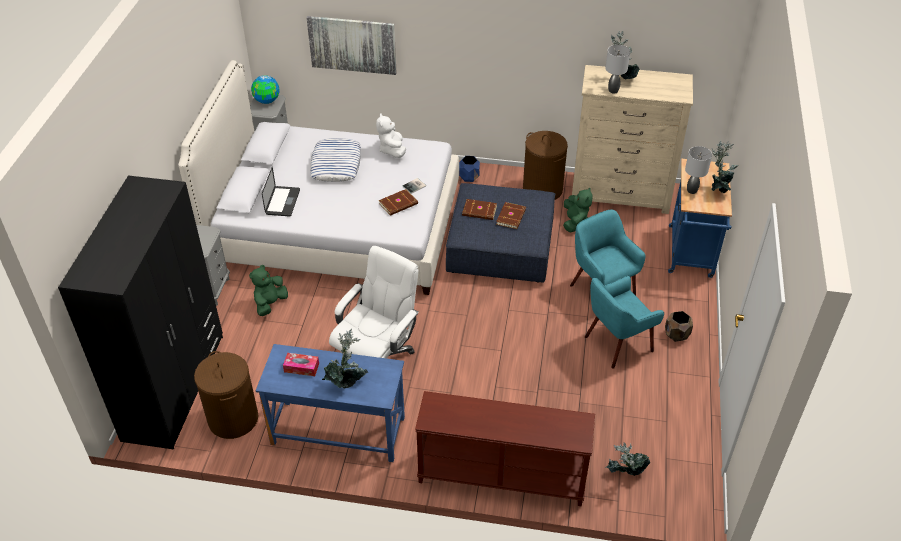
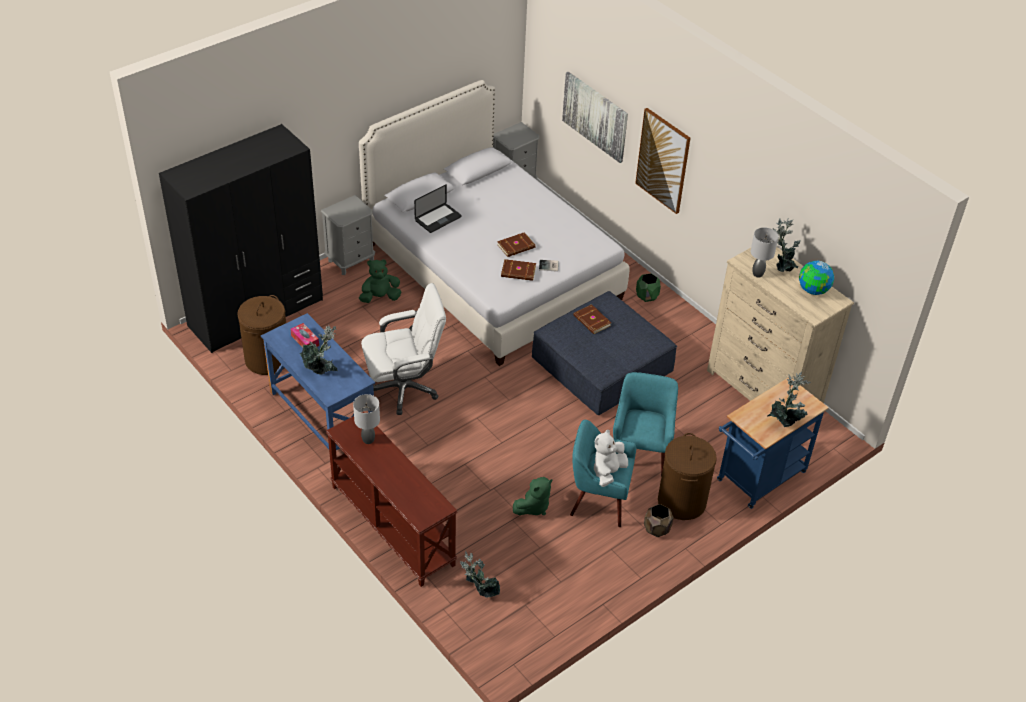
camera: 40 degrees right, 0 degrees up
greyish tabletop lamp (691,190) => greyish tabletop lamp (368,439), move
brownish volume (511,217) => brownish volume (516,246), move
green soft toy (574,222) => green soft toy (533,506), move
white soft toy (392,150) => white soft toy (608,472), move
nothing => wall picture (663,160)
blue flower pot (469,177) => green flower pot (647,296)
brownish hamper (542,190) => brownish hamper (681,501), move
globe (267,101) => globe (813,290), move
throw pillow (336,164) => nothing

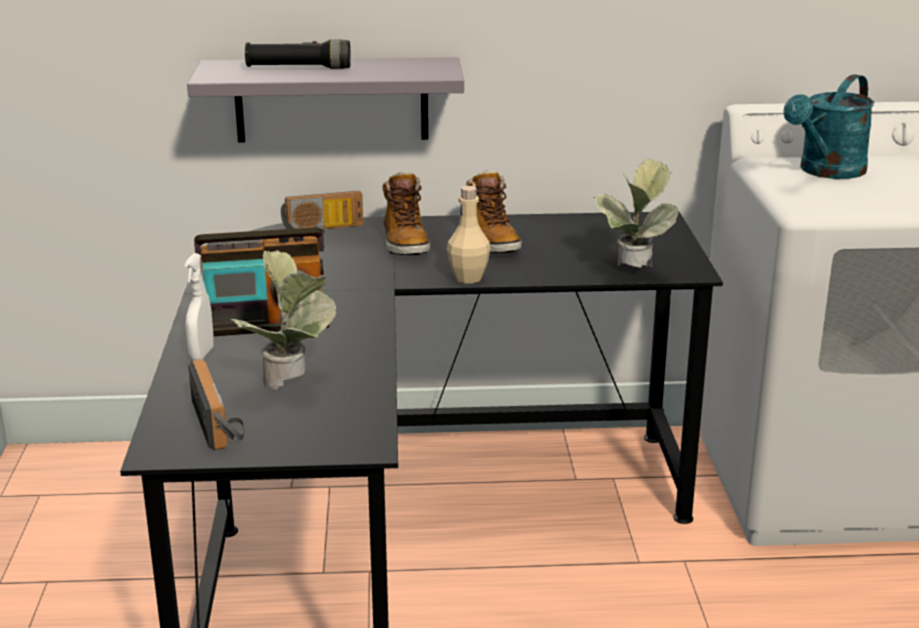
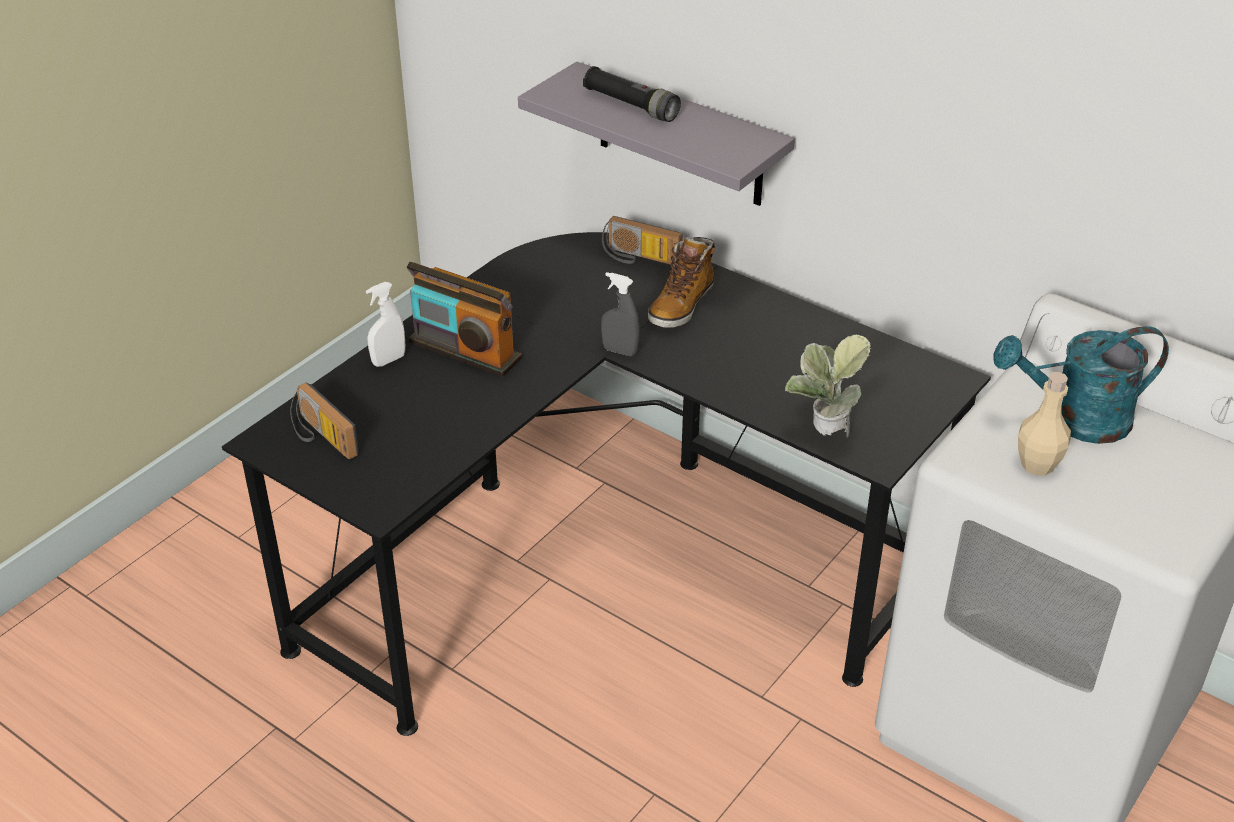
camera: 40 degrees right, 15 degrees up
radio set (221,424) => radio set (320,437), 120 degrees clockwise
nothing => greyish hand sprayer (620,351)
sand-coloured drink bottle (468,278) => sand-coloured drink bottle (1037,465), move
houseplant (292,386) => nothing
high-top boot (490,242) => nothing

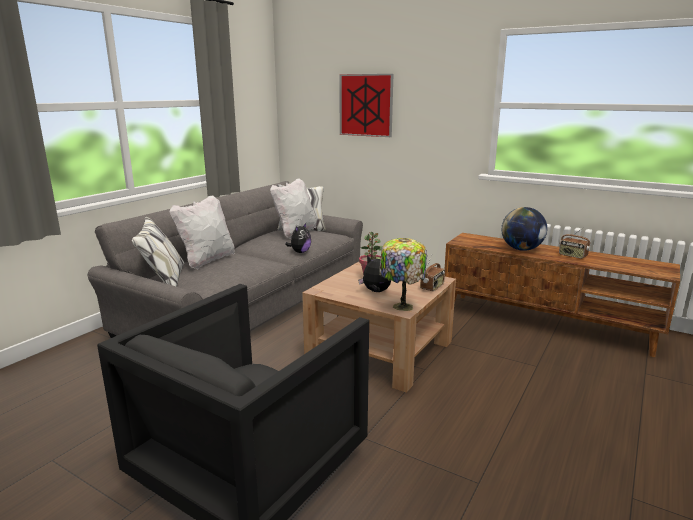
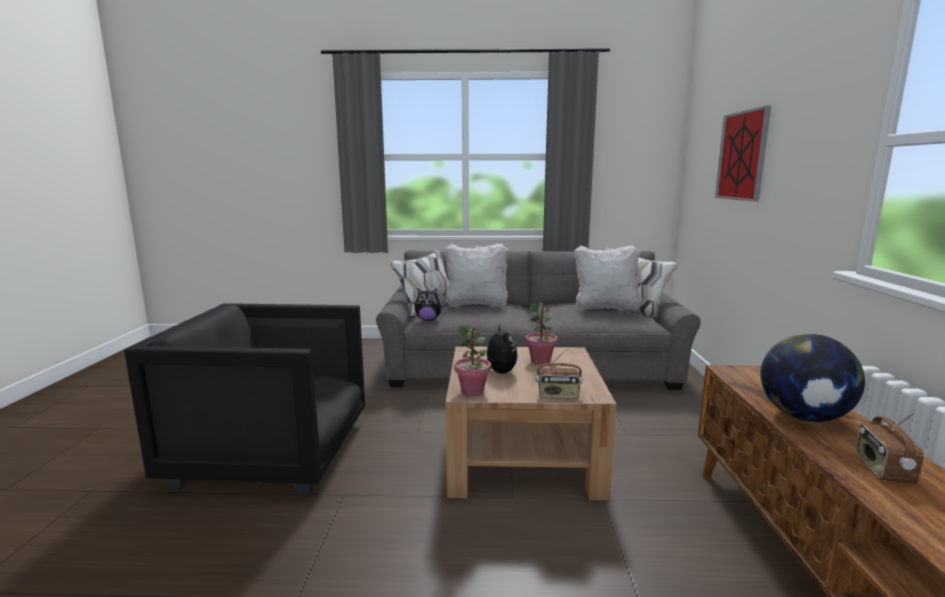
camera: 60 degrees right, 5 degrees down
soft toy (300,252) => soft toy (428,320), move
tabletop lamp (401,307) => houseplant (473,391)

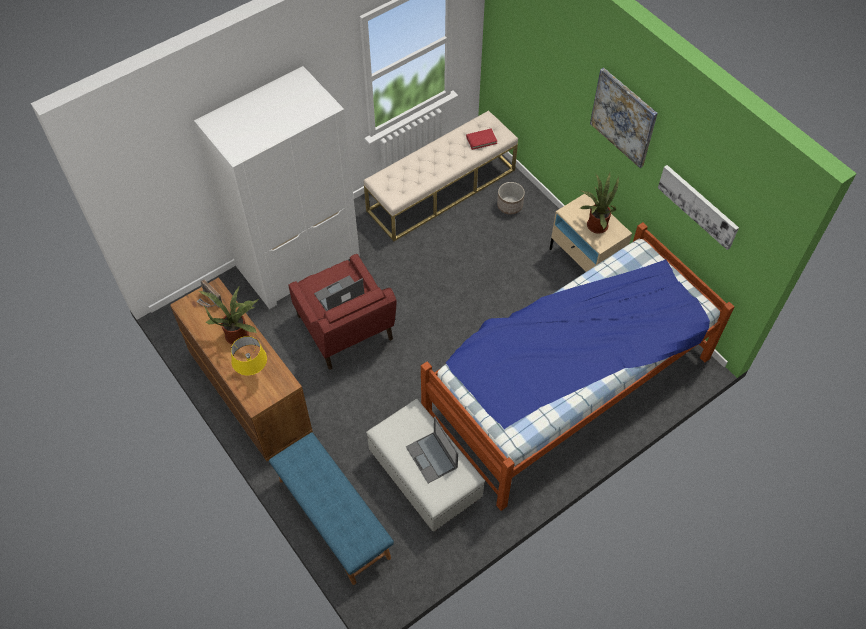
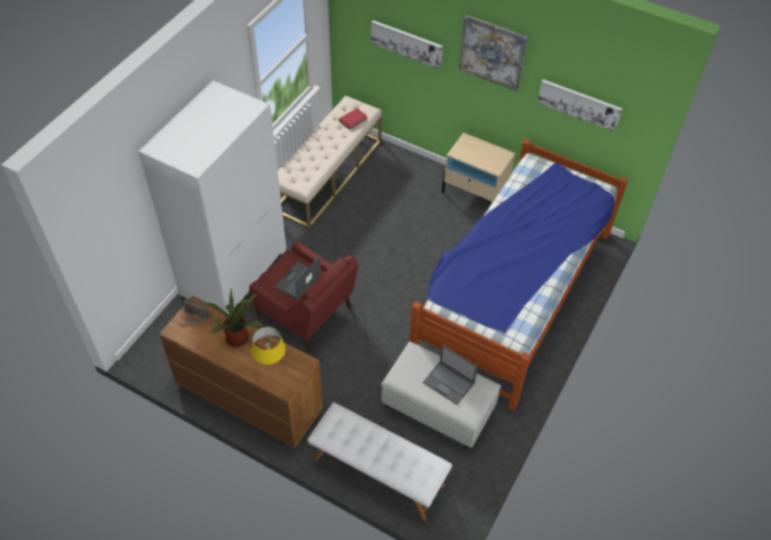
camera: 25 degrees left, 5 degrees down
blue bench (333,518) => white bench (378,473)
nothing => wall picture (407,43)
flower pot (510,205) => nothing
houseplant (595,225) => nothing

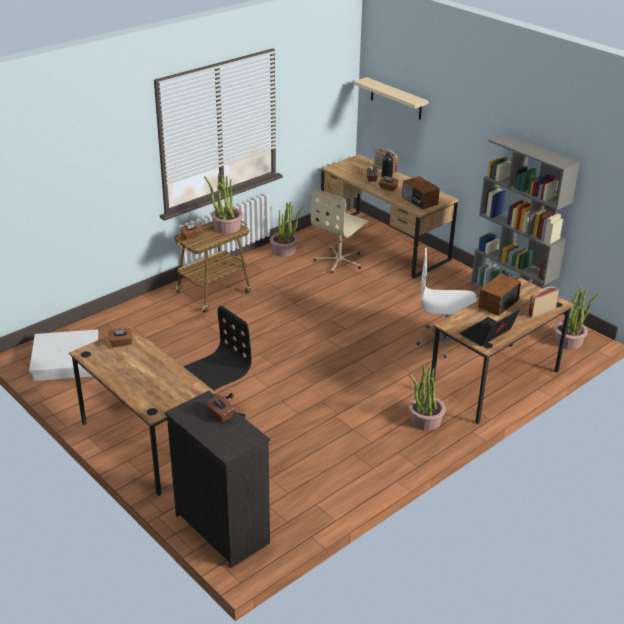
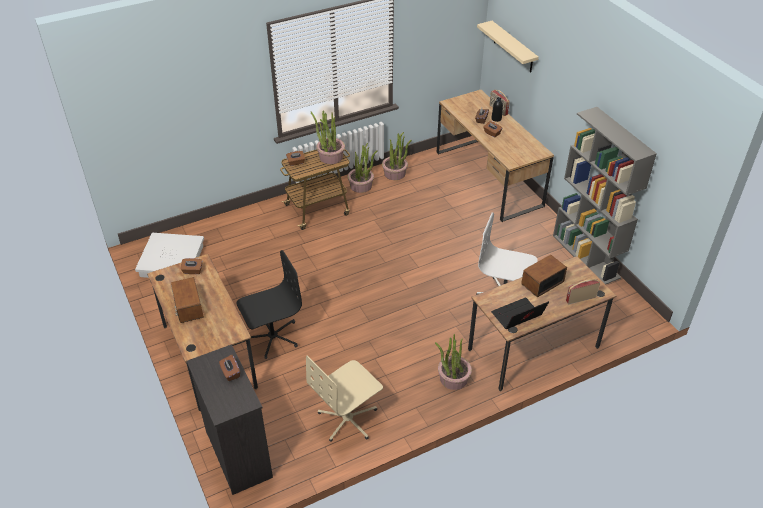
camera: 15 degrees right, 10 degrees up
radio set (419,201) => radio set (188,307), move
sand-coloured computer chair (339,261) => sand-coloured computer chair (348,419), move
houseplant (568,341) => houseplant (361,185), move

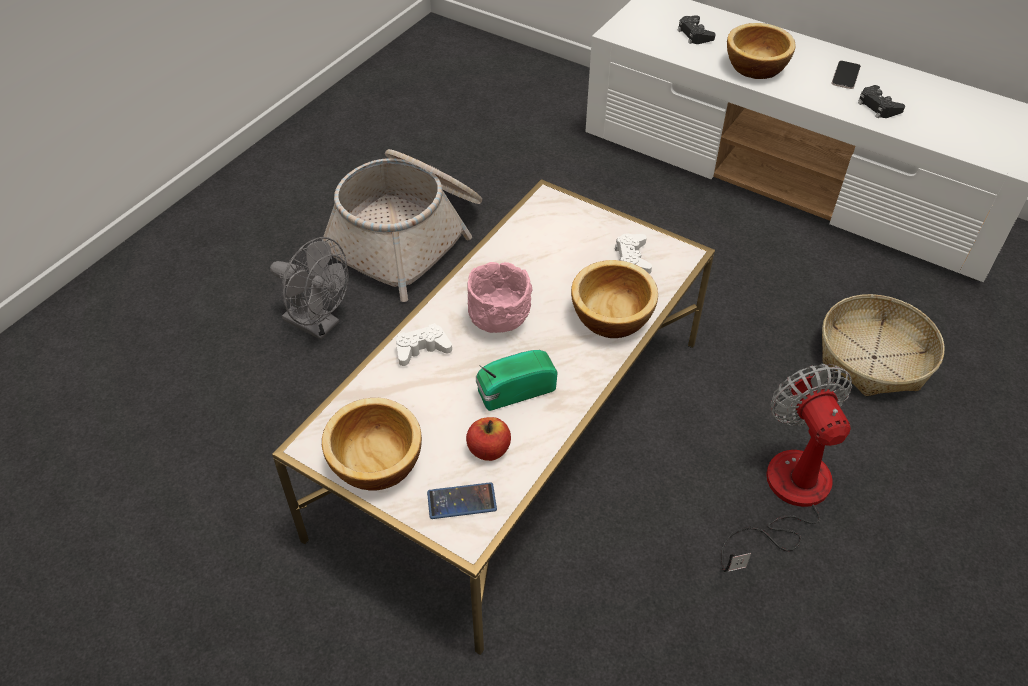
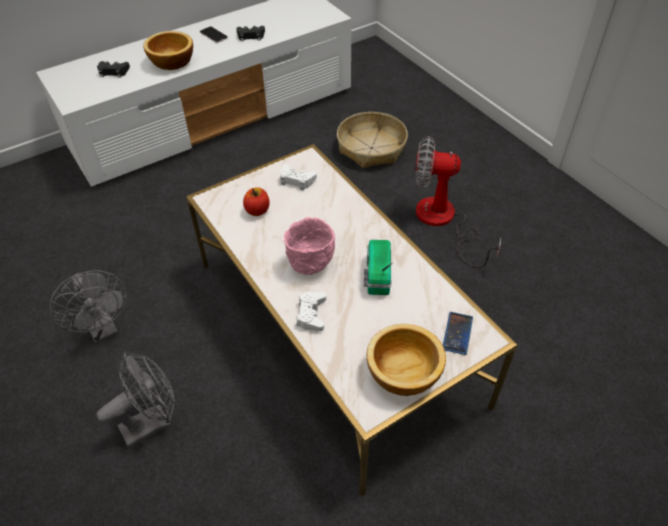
camera: 65 degrees left, 0 degrees up
household basket (408,237) => greyish cooling fan (104,329)
apple fruit (489,450) => apple fruit (257,210), move
deep dish (611,315) => nothing

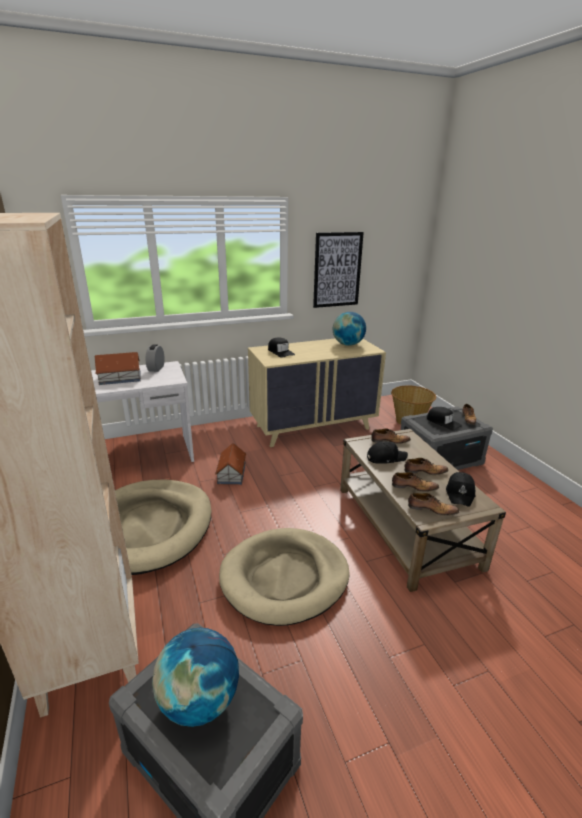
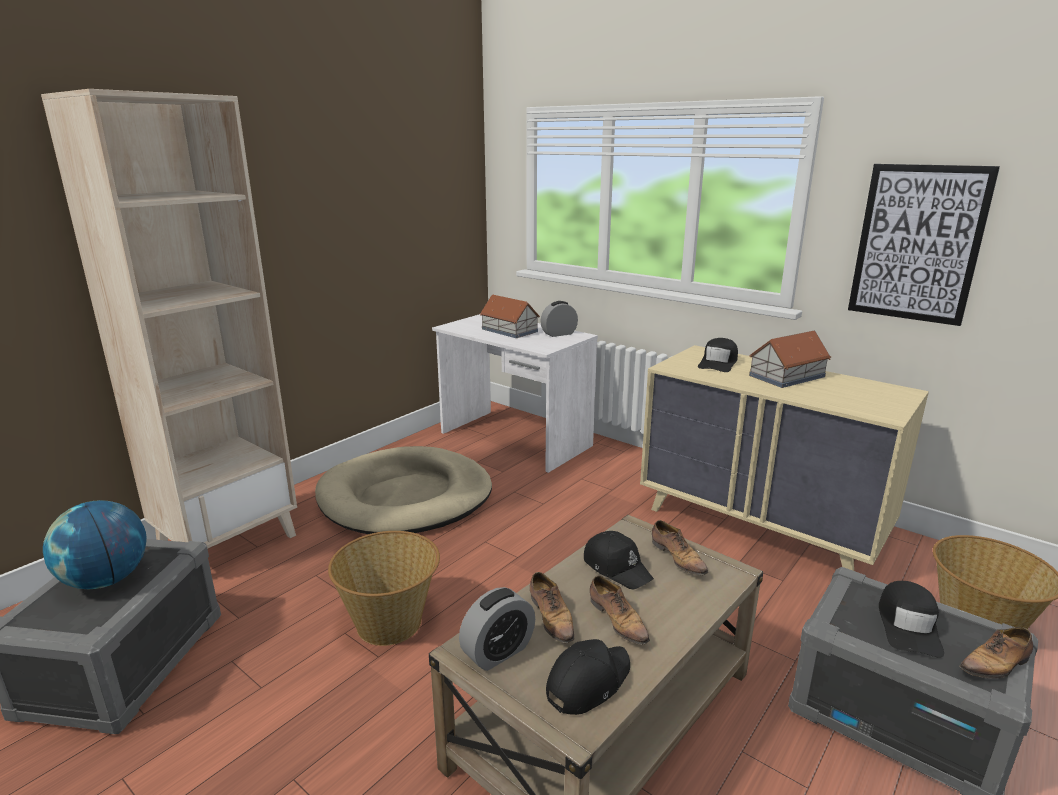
camera: 60 degrees right, 5 degrees down
sand-coloured pet bed (285,577) => household basket (390,623)
shoe (431,509) => table clock (498,652)
black peaked cap (460,493) => black peaked cap (587,682), 150 degrees clockwise
miniature house (231,473) => miniature house (786,376), move
globe (348,344) => nothing

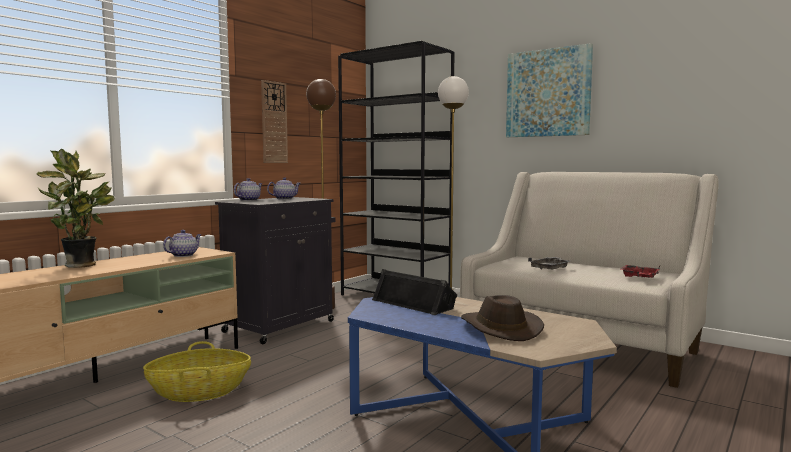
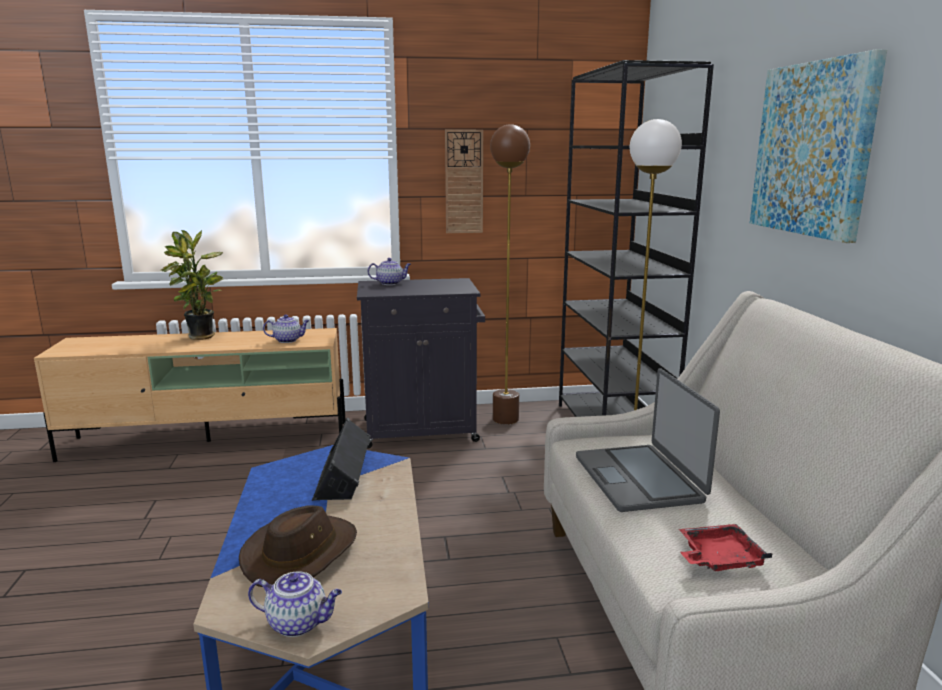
camera: 45 degrees right, 10 degrees up
tea pot (284,199) => tea pot (299,623), move
greyish serving tray (550,268) => portable computer (639,479)
household basket (199,392) => nothing

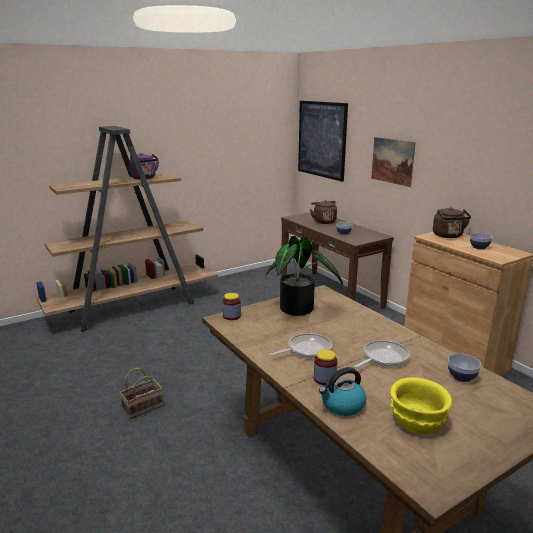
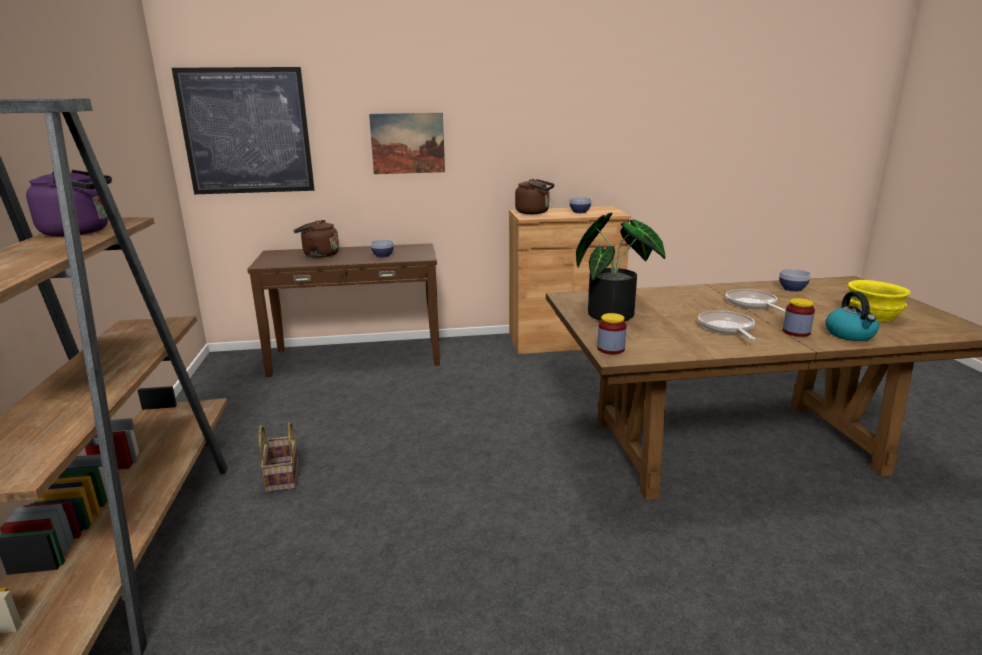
camera: 65 degrees left, 0 degrees up
household basket (143,407) => household basket (282,476), move

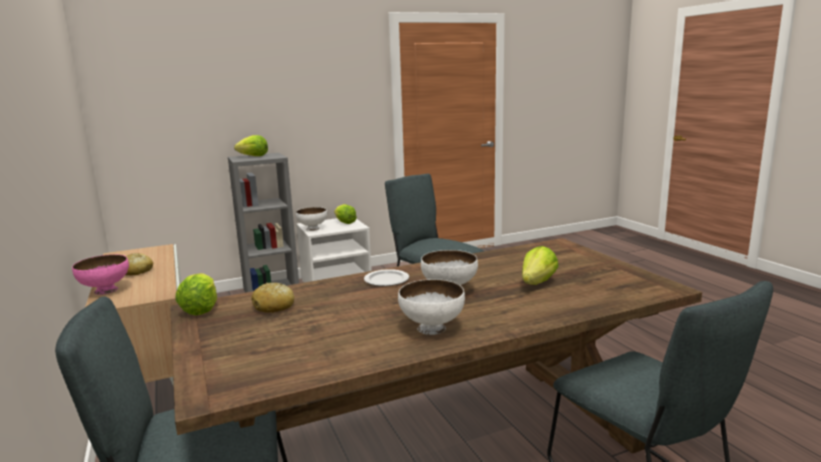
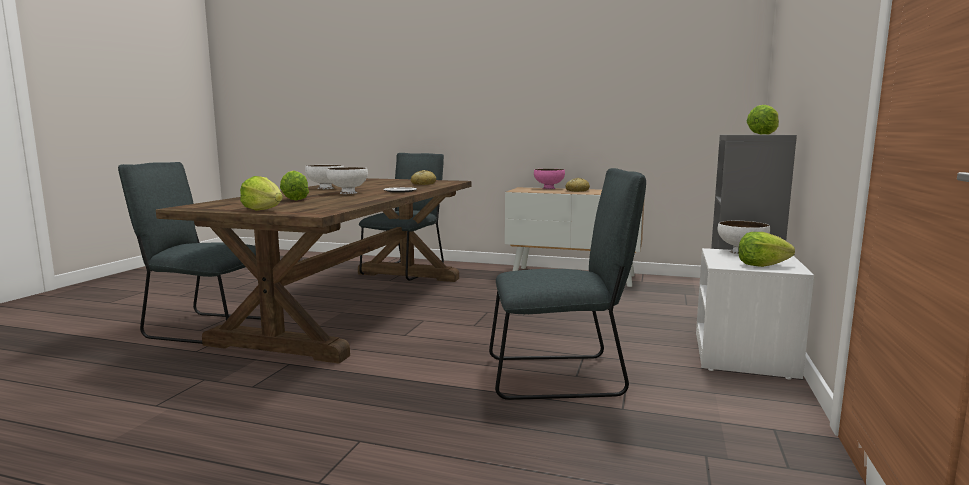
camera: 130 degrees right, 5 degrees down
head of lettuce (201,309) => head of lettuce (263,210), move

